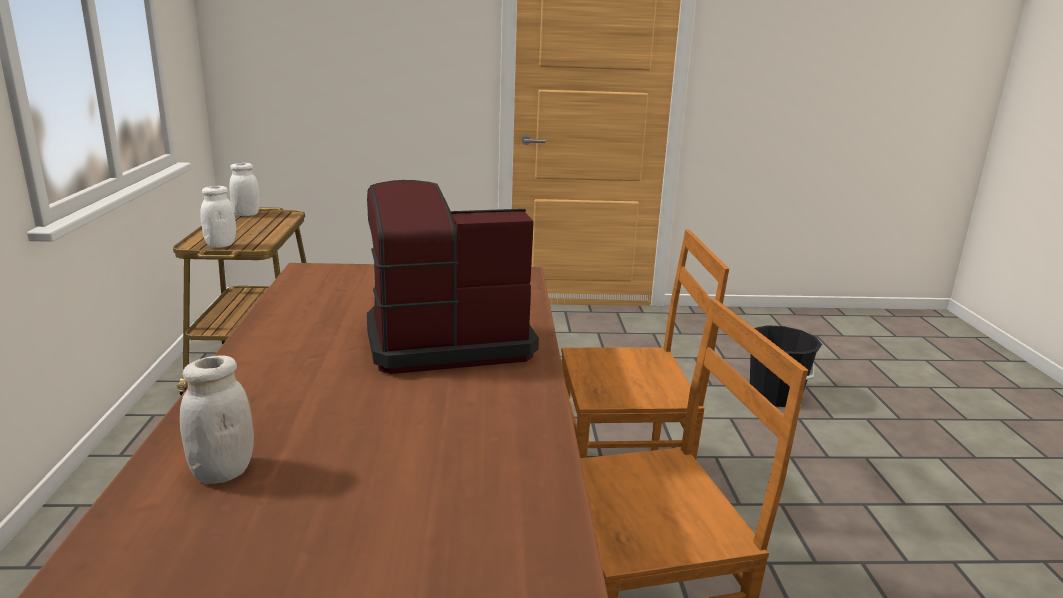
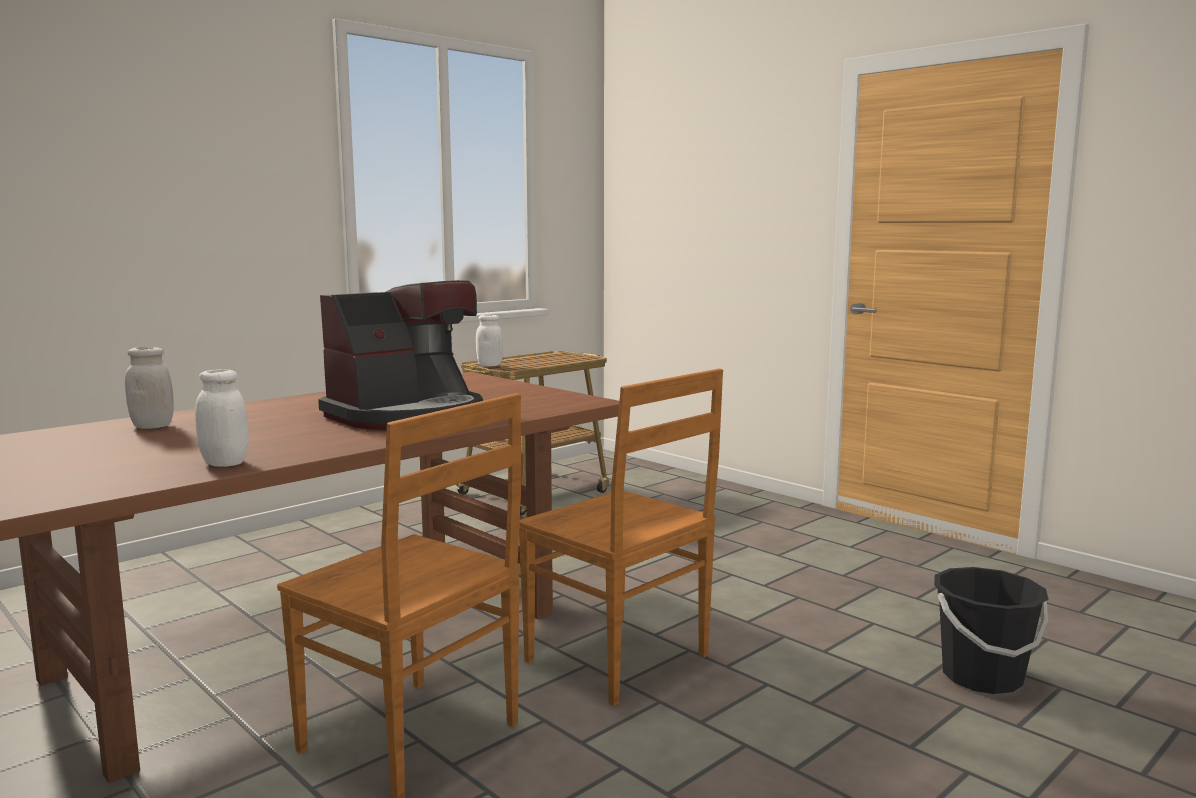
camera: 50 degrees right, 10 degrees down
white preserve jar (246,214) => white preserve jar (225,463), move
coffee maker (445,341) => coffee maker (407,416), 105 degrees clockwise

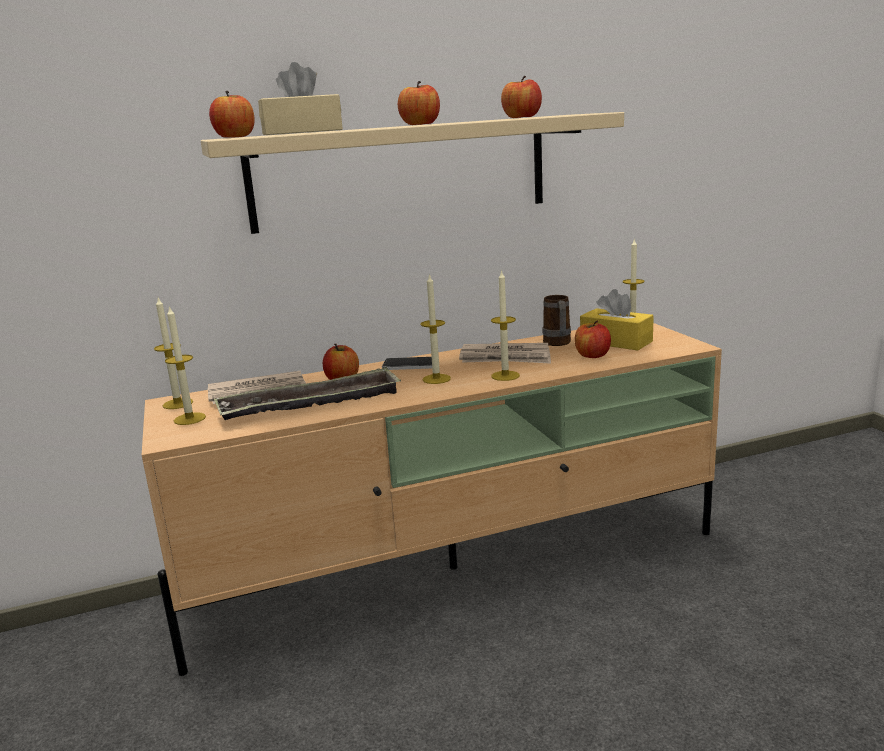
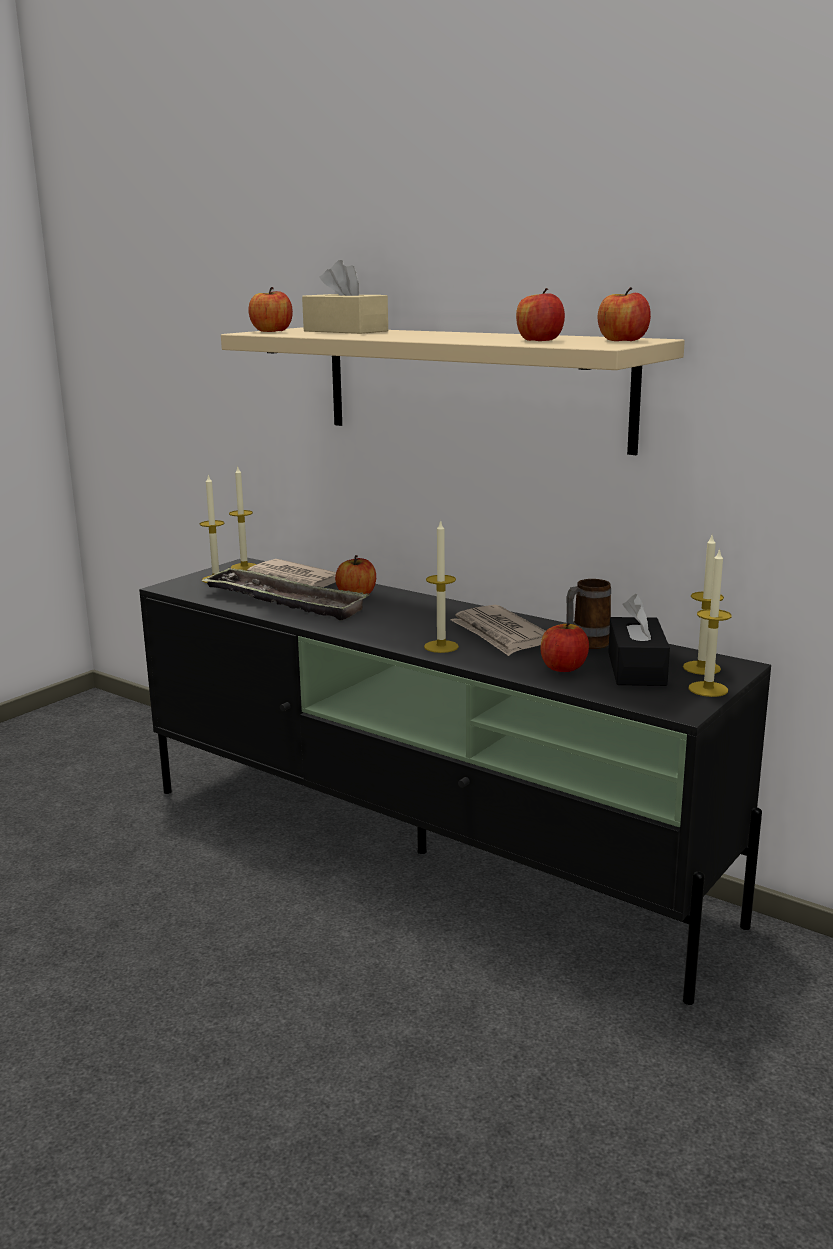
camera: 55 degrees right, 0 degrees up
sand-coloured media console (457,567) => black media console (424,853)
apple fruit (420,124) => apple fruit (622,340), move
yellowish tissue box (616,342) => black tissue box (636,669)
wax candle (436,379) => wax candle (708,689), move
handset (410,365) => nothing

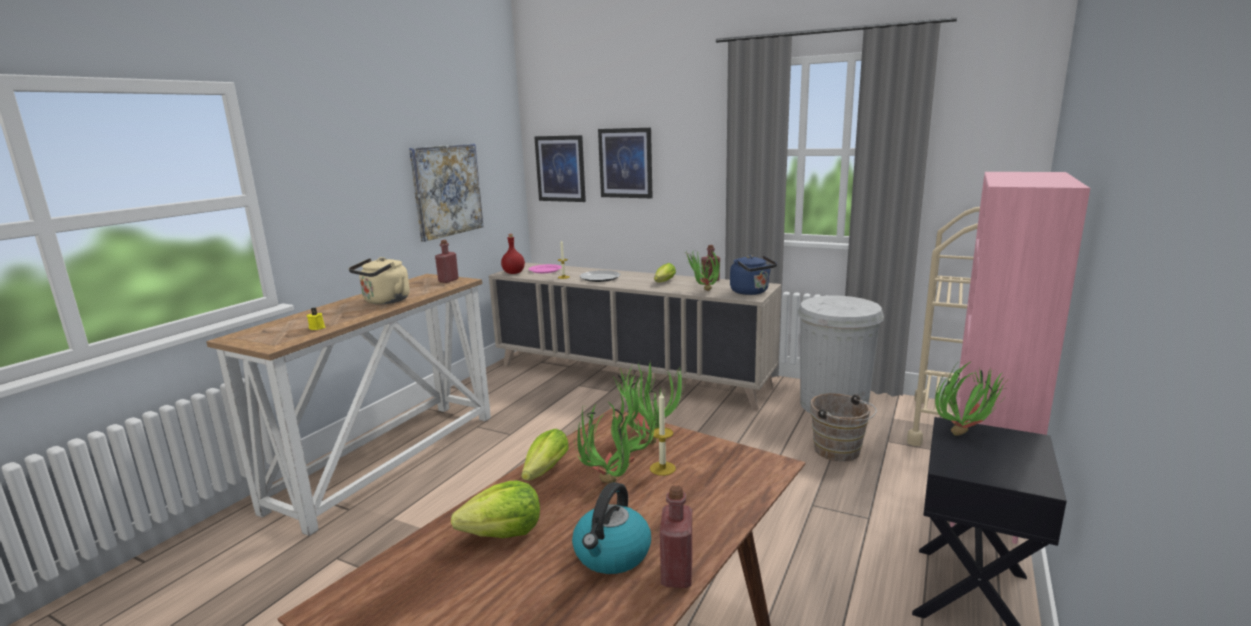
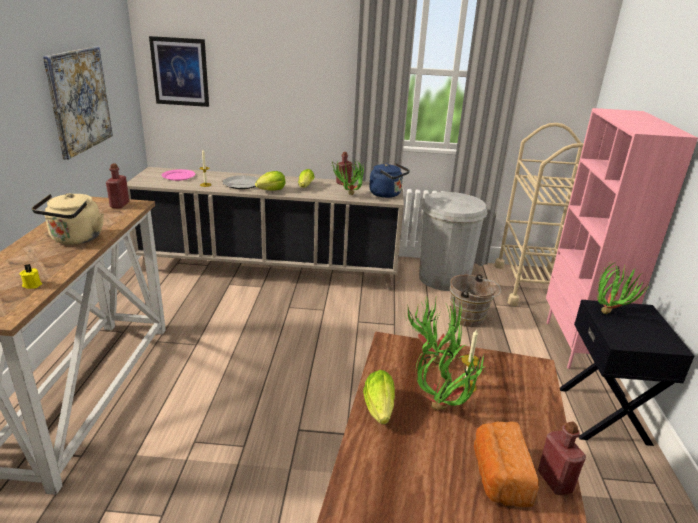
camera: 25 degrees left, 10 degrees up
head of lettuce (503,533) => head of lettuce (271,190), move
water kettle (612,554) => bread (498,477)
red-coloured drink bottle (514,273) => nothing
wall picture (625,163) => nothing

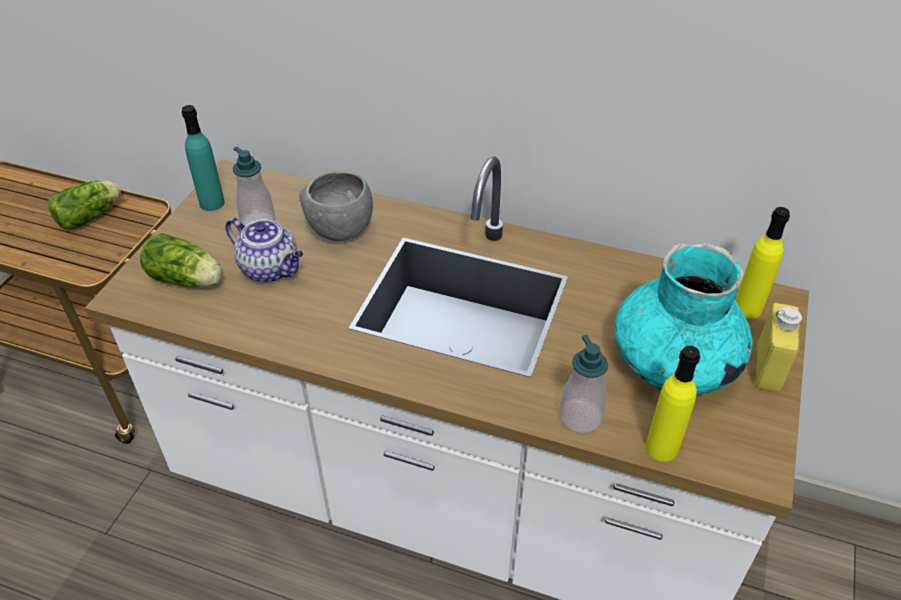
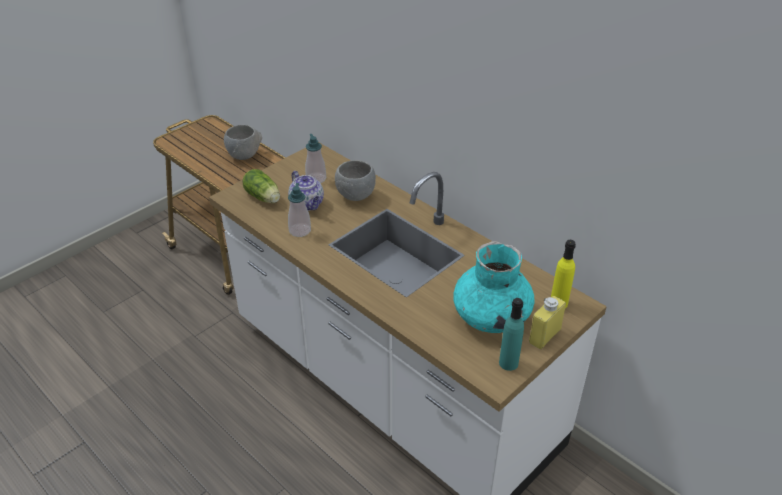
camera: 25 degrees right, 5 degrees down
head of lettuce (92,216) => greyish deep dish (244,156)
soap bottle (580,417) => soap bottle (300,231), move
turquoise drink bottle (212,203) => turquoise drink bottle (508,363), move
yellowish drink bottle (662,448) => nothing

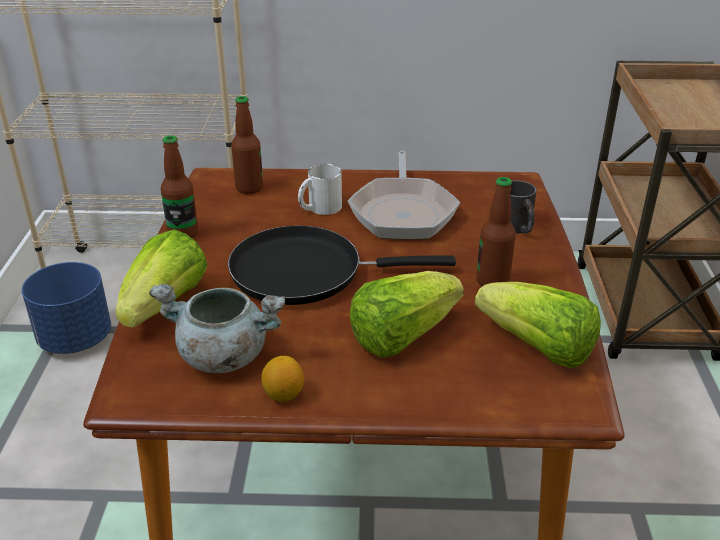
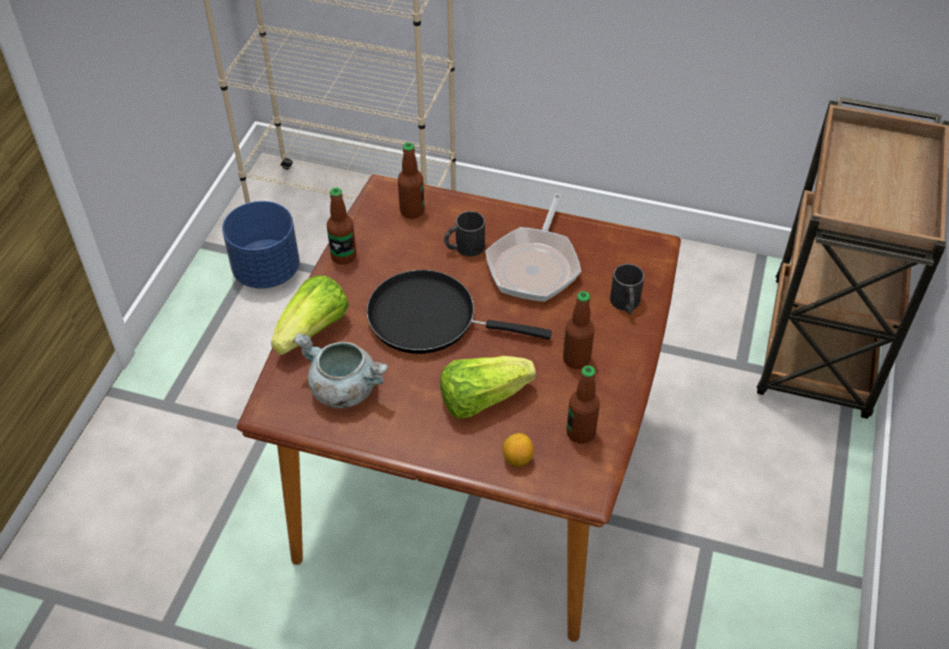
camera: 15 degrees right, 15 degrees up
white coffee mug (319,208) => black coffee mug (464,247)
whole lemon (283,394) => whole lemon (517,458), move
head of lettuce (537,348) => drink bottle (580,433)

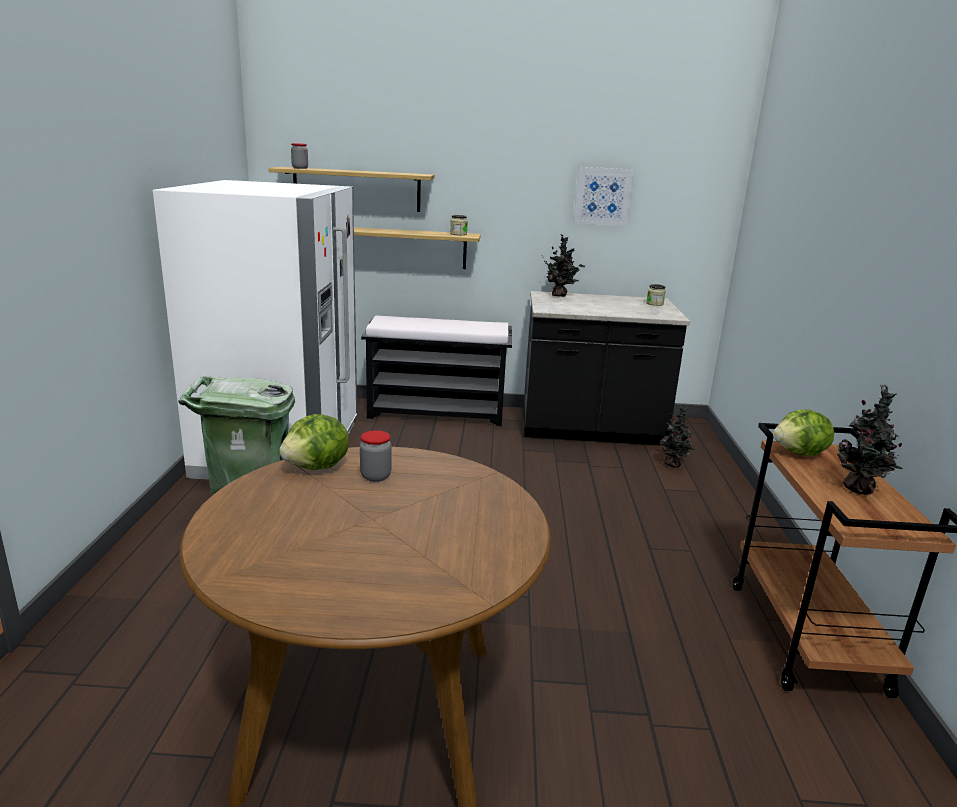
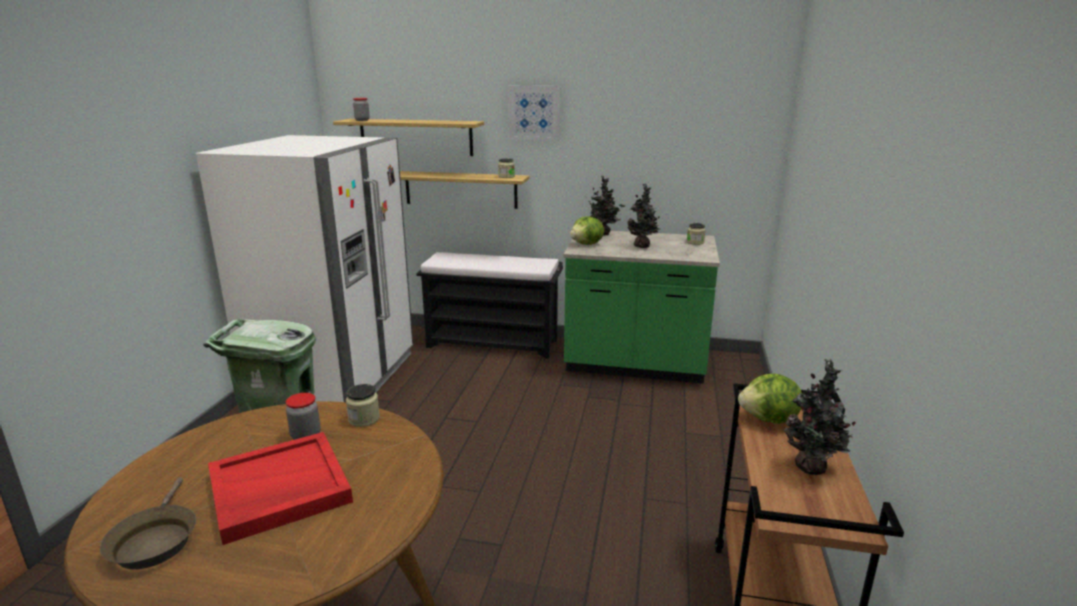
camera: 10 degrees right, 0 degrees up
nothing => brownish frying pan (155,540)
nothing => red-coloured serving tray (278,490)
nothing => preserve jar (364,419)
wall picture (602,196) => wall picture (534,112), move
black kitchen counter (590,430) => green kitchen counter (635,365)
head of lettuce (317,467) => head of lettuce (587,244), move
houseplant (674,465) => houseplant (642,246), move

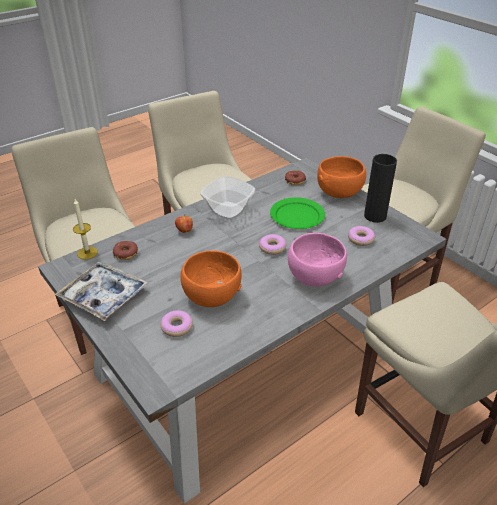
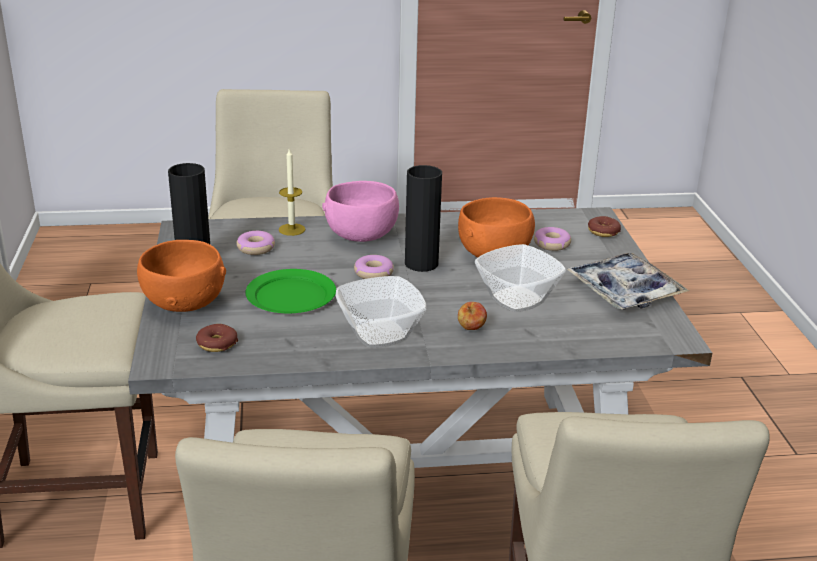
camera: 150 degrees left, 10 degrees down
wax candle (87,253) => wax candle (292,229), move
nothing => black decorative vase (421,263)
nothing => deep dish (518,300)
ring doughnut (126,253) => ring doughnut (603,232), move

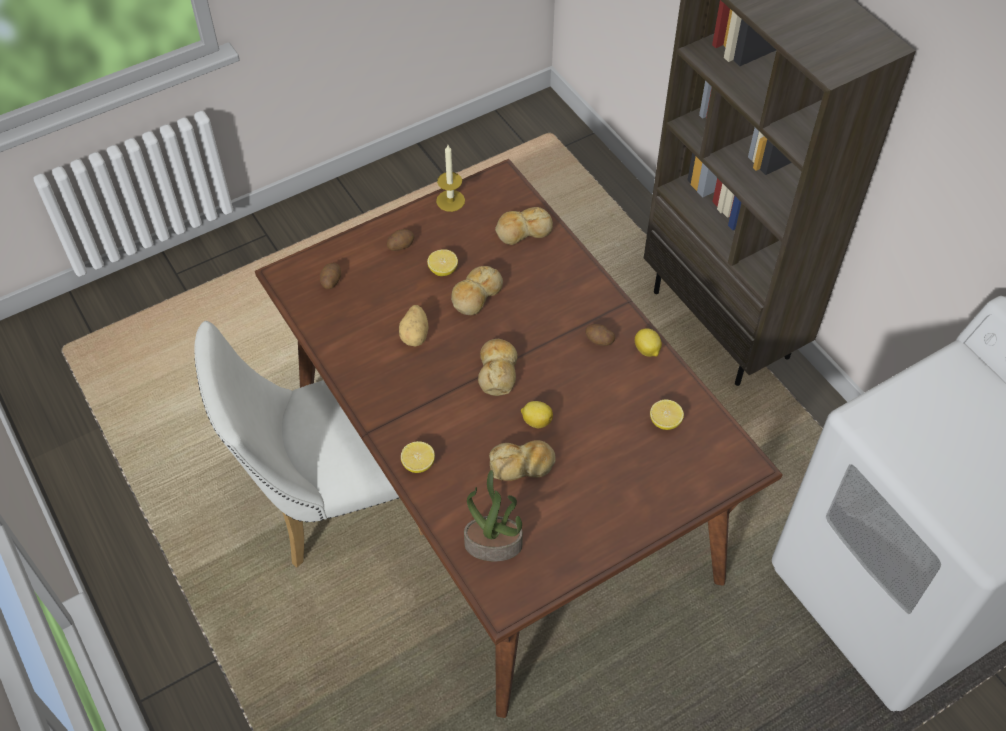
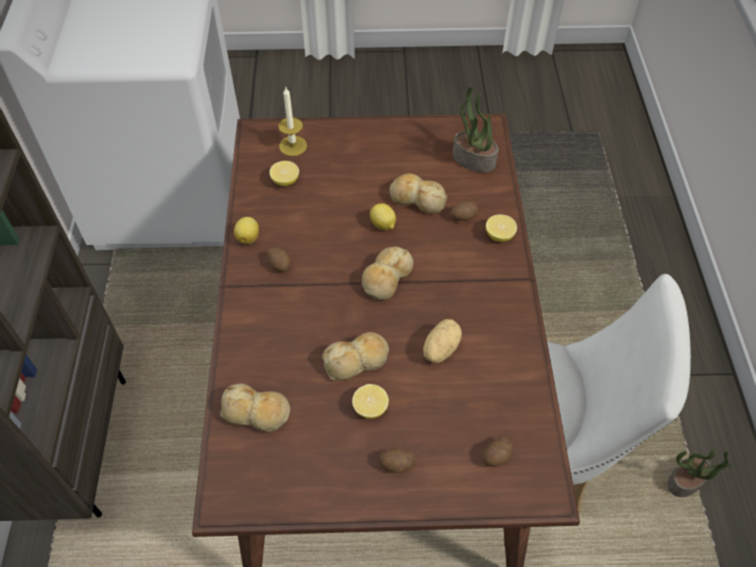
camera: 150 degrees left, 0 degrees up
wax candle (450,201) => wax candle (293,146), move
nothing => spud (464,217)
nothing => houseplant (685,481)

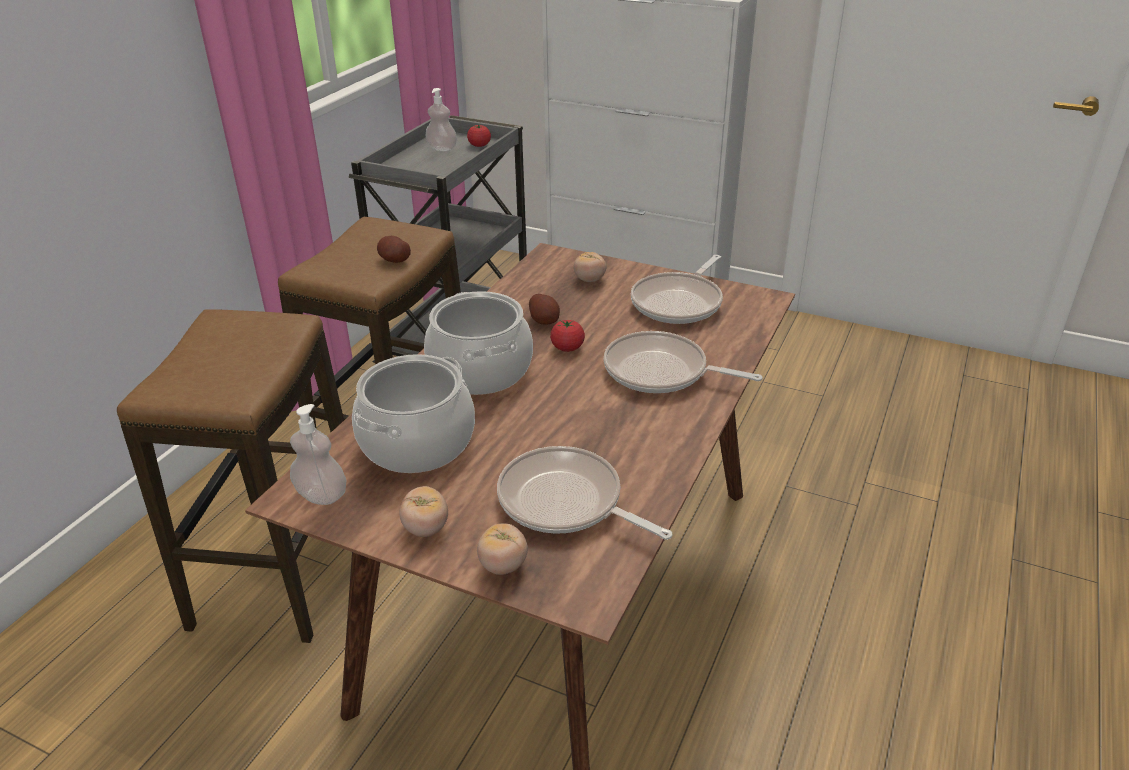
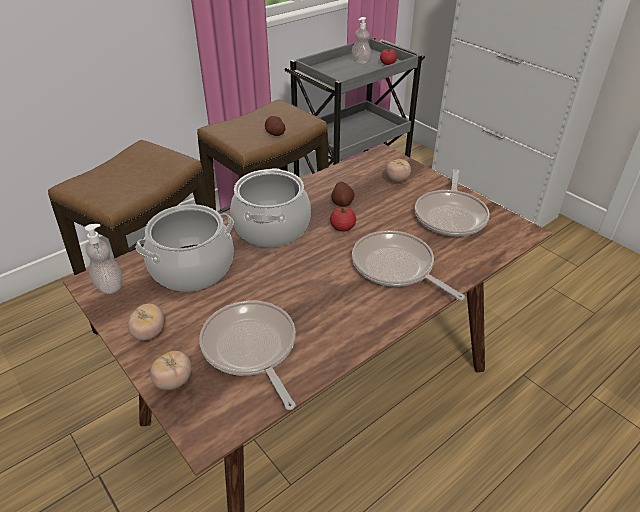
camera: 25 degrees right, 5 degrees up
frying pan (679,303) => frying pan (451,215), 45 degrees counterclockwise

